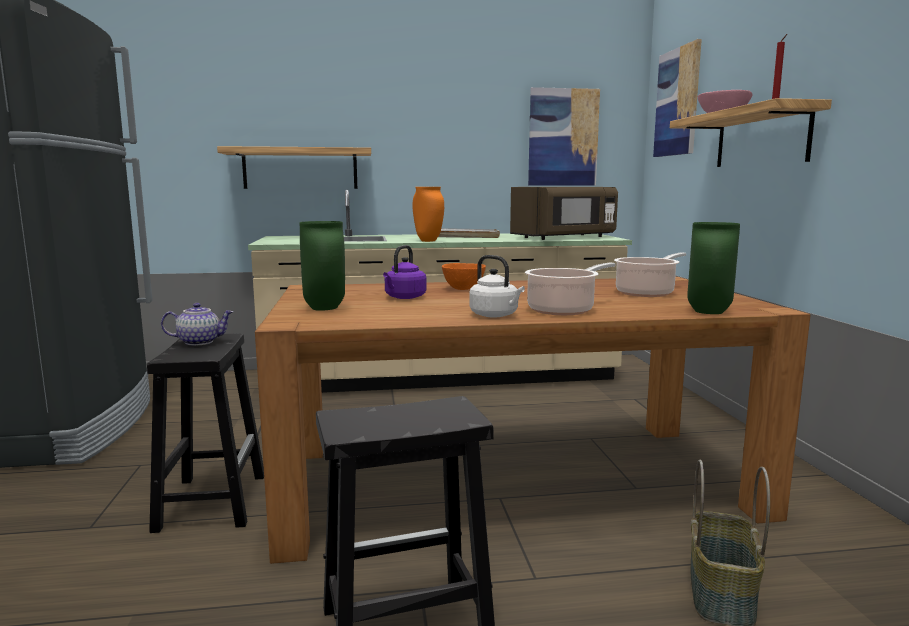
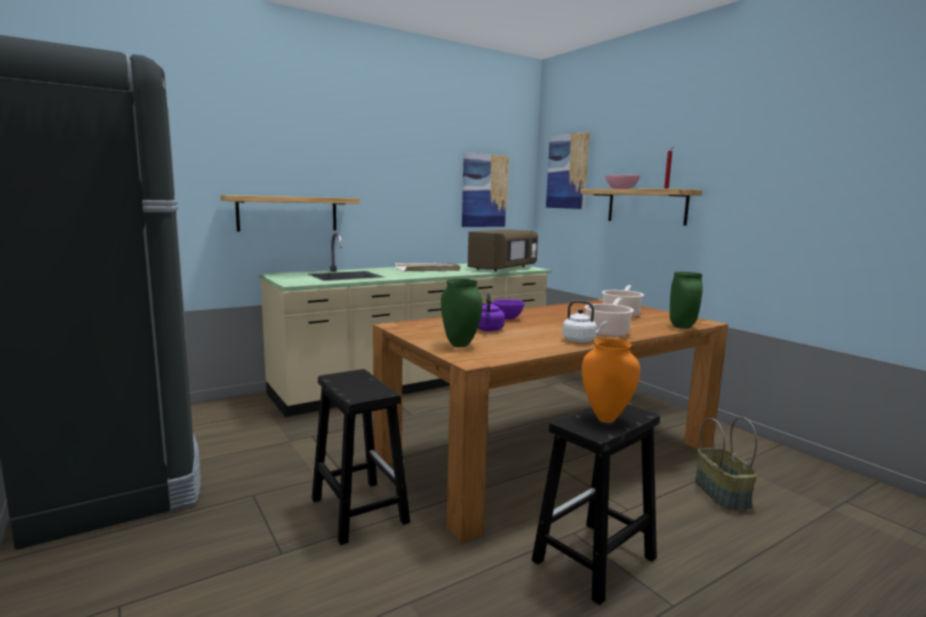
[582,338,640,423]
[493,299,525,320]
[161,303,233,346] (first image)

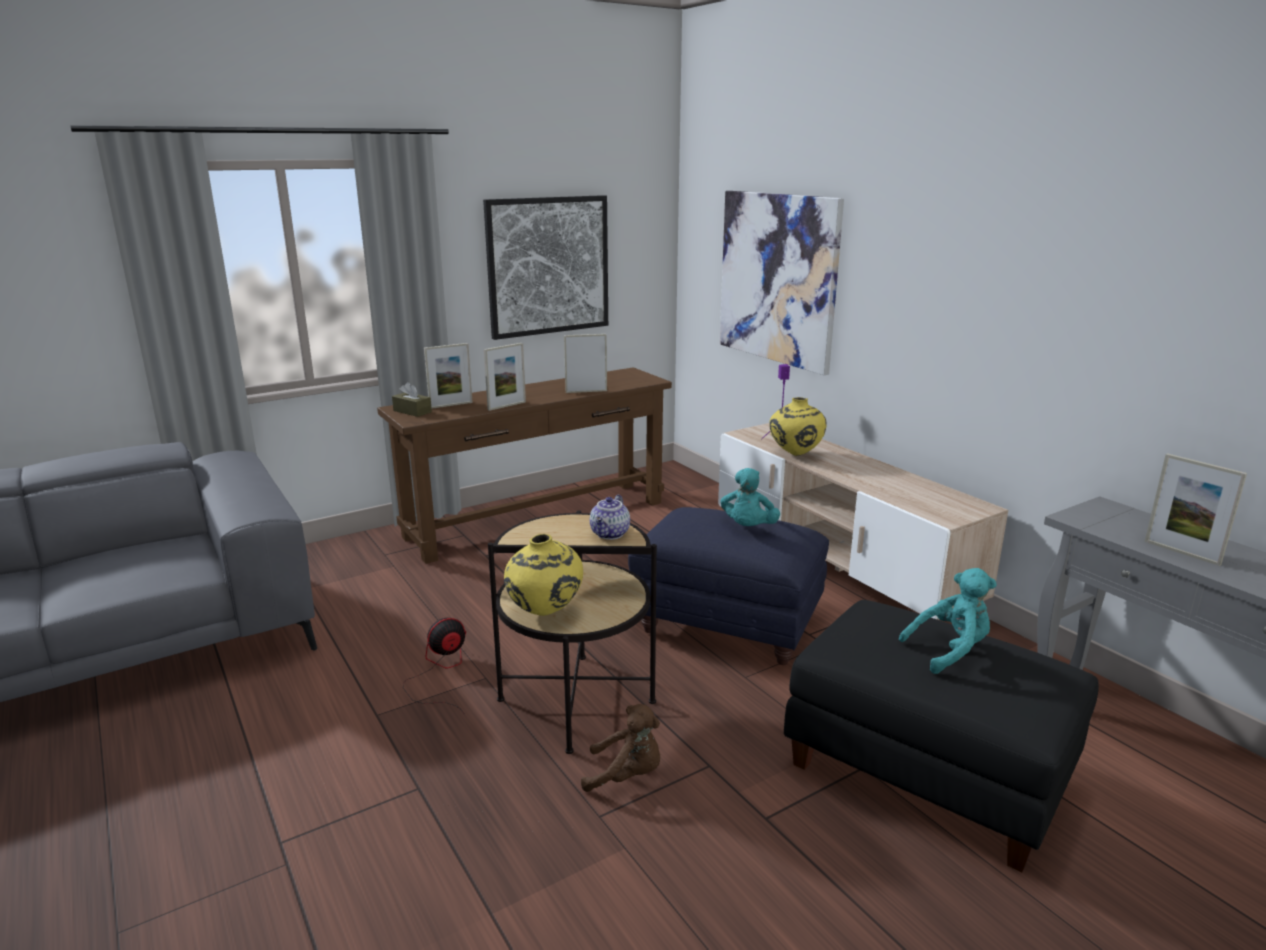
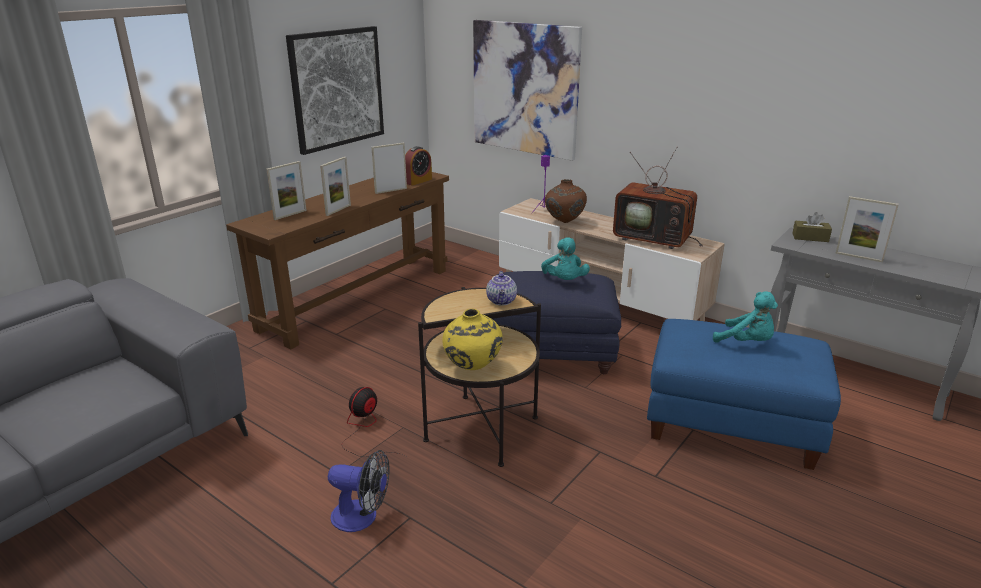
[792,212,832,242]
[545,179,587,223]
[713,291,778,343]
[647,319,841,470]
[581,704,660,792] (first image)
[405,146,432,186]
[613,147,703,249]
[328,450,390,532]

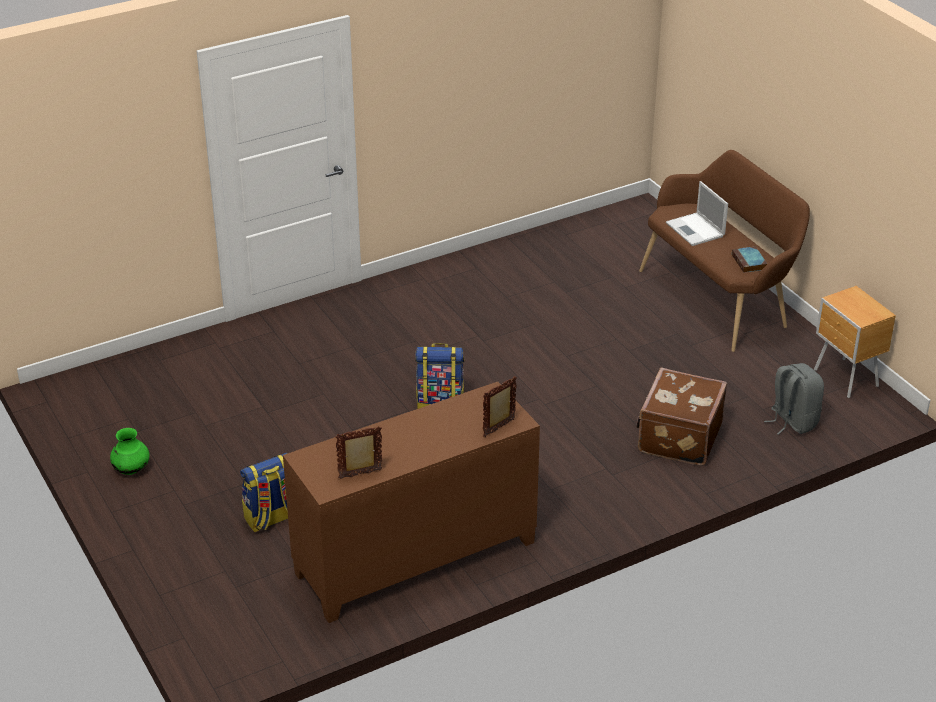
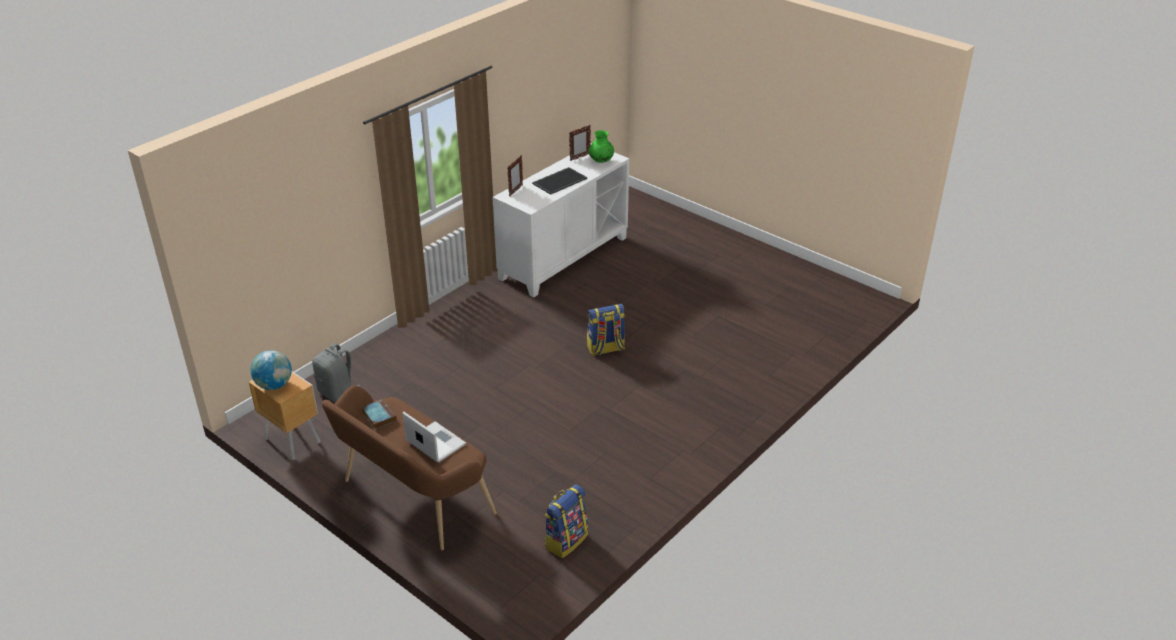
[636,368,727,466] (first image)
[492,143,629,297]
[589,130,614,163]
[544,484,588,558]
[532,167,587,195]
[251,350,292,390]

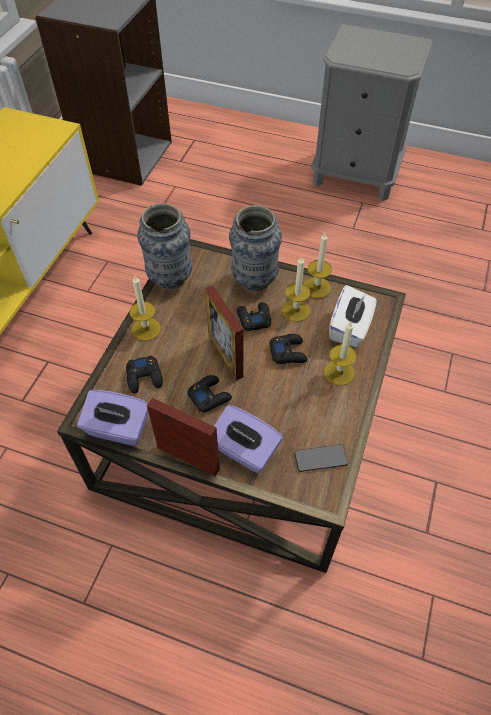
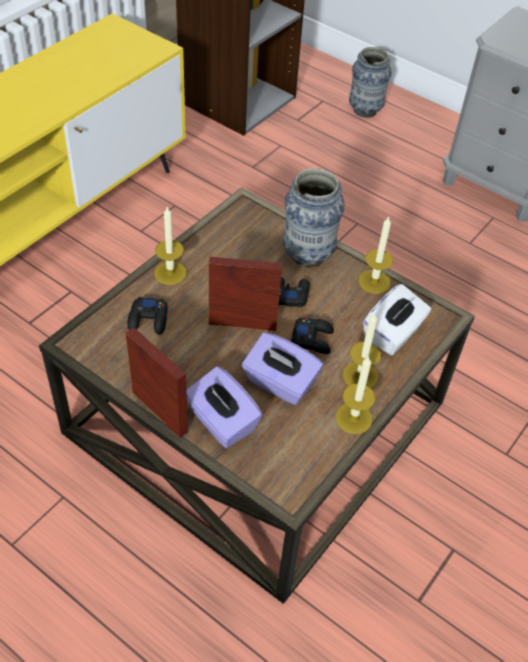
[349,47,391,118]
[335,355,375,434]
[209,257,282,331]
[187,375,232,412] (first image)
[242,332,323,405]
[294,444,348,472] (first image)

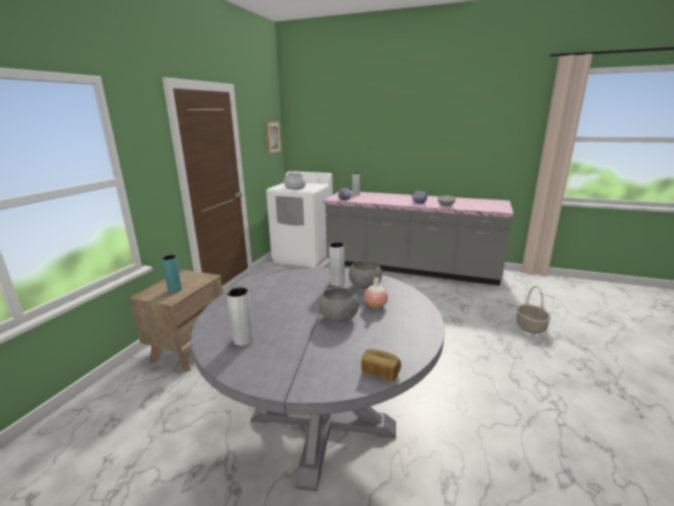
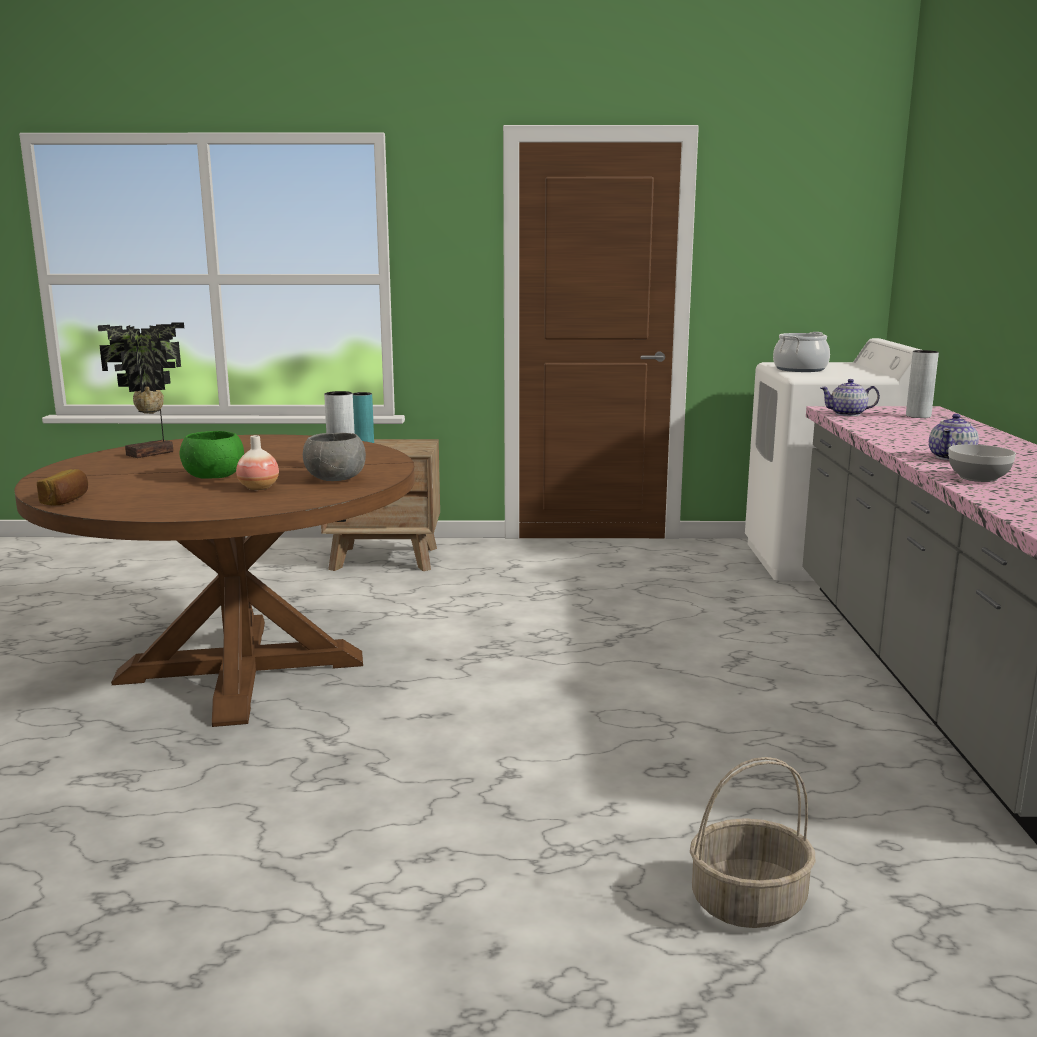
[265,121,281,154] (first image)
[14,434,415,727]
[98,322,184,458]
[179,431,244,479]

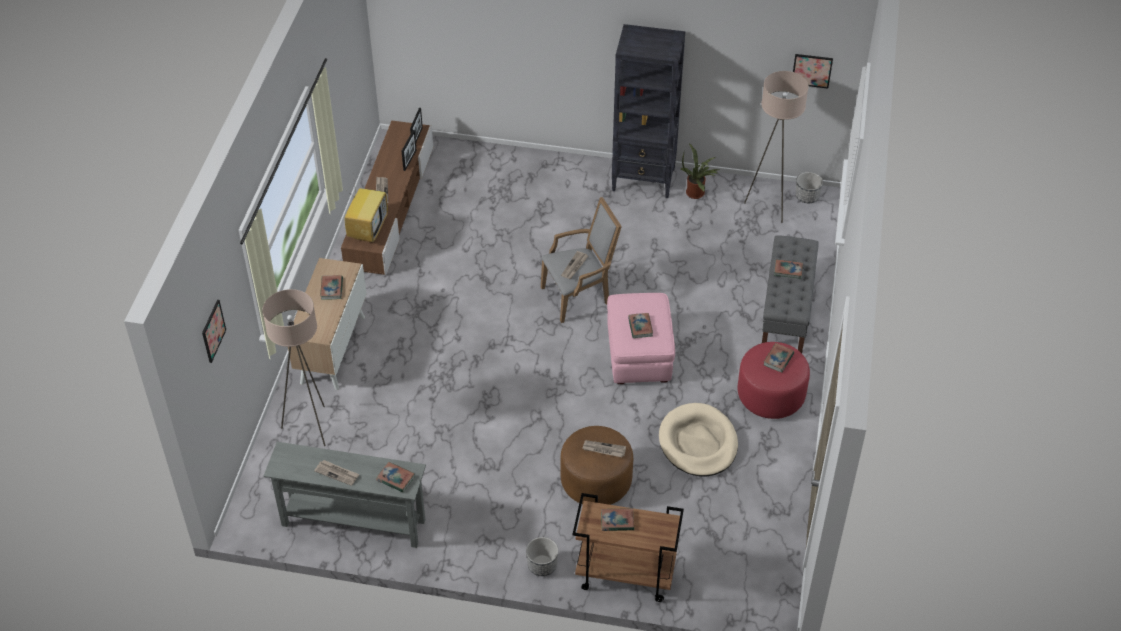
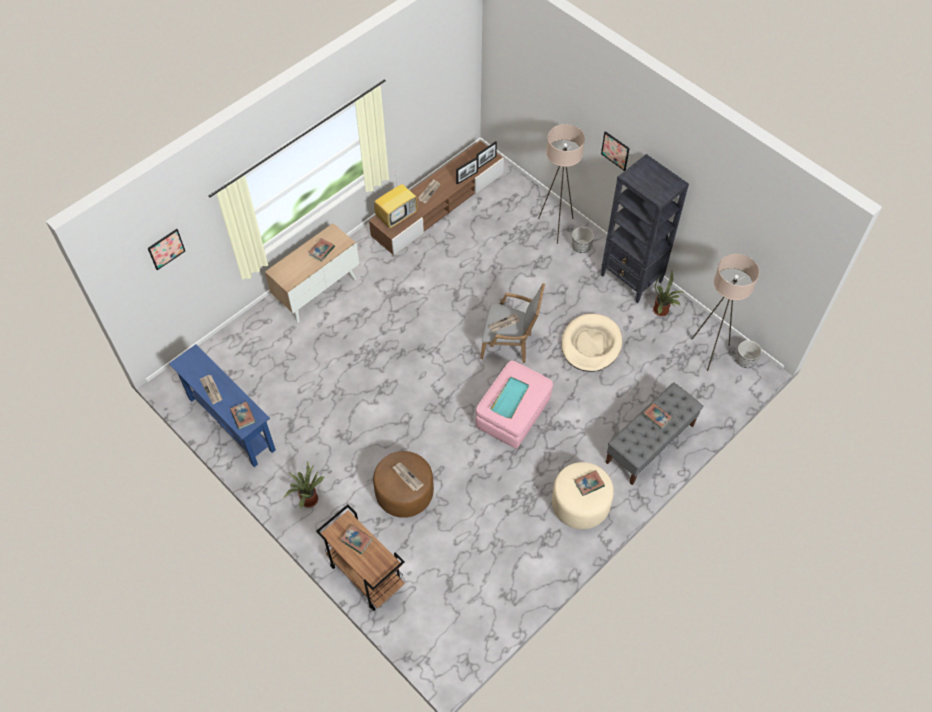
[601,131,630,171]
[538,124,585,244]
[490,377,529,419]
[552,462,614,529]
[561,314,622,372]
[169,344,276,467]
[572,227,594,253]
[283,461,324,508]

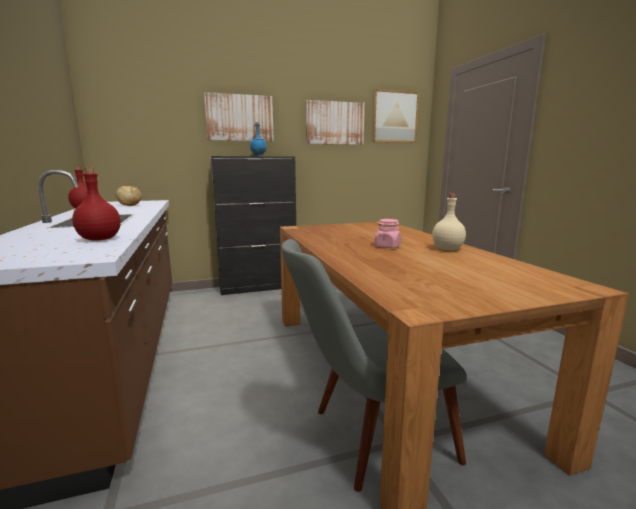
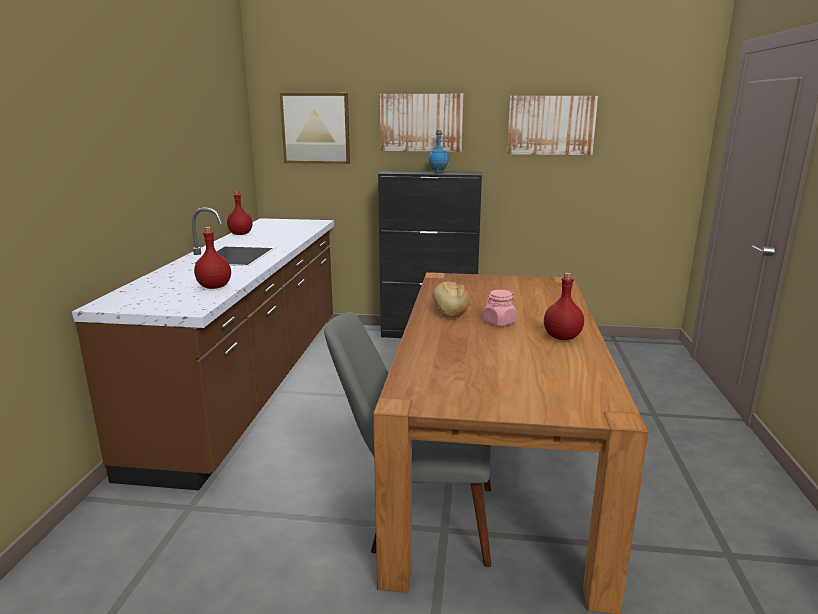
[280,93,350,164]
[432,282,470,318]
[544,273,584,340]

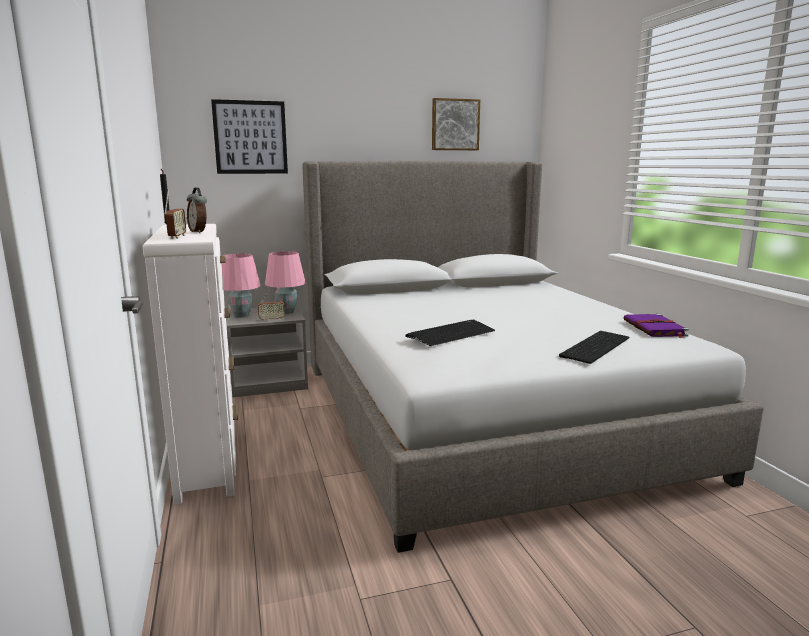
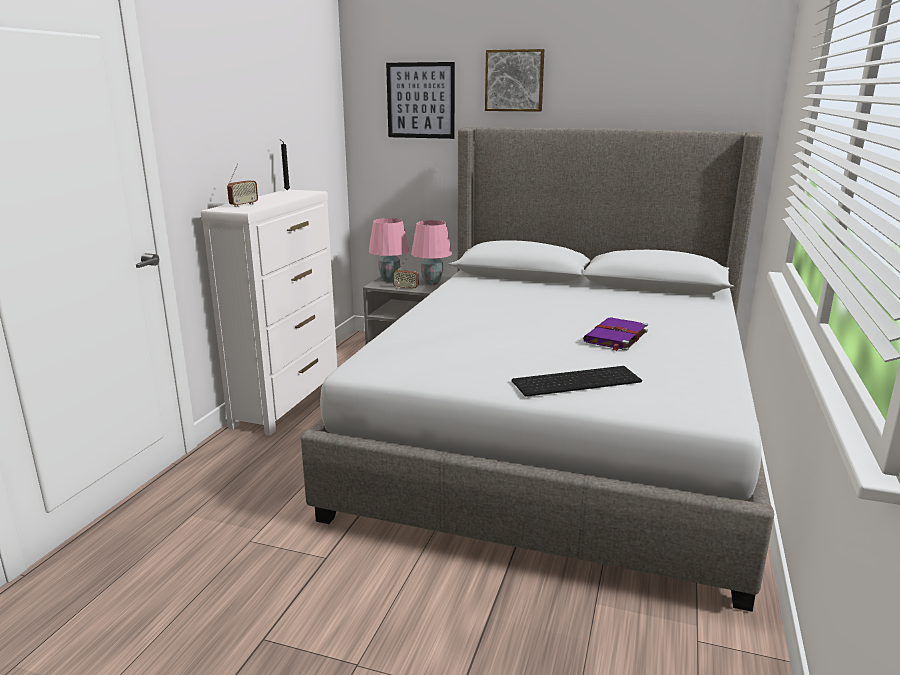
[485,49,544,112]
[187,187,207,233] (first image)
[583,317,648,351]
[405,320,495,346] (first image)

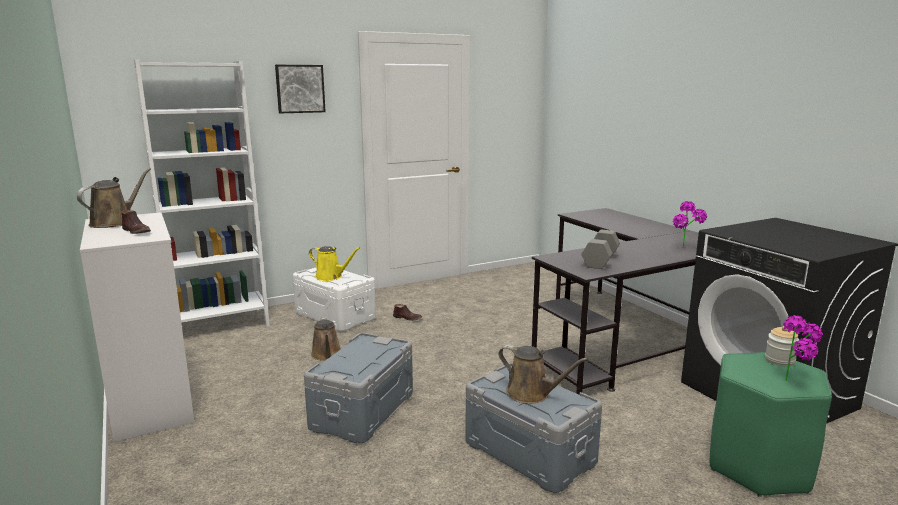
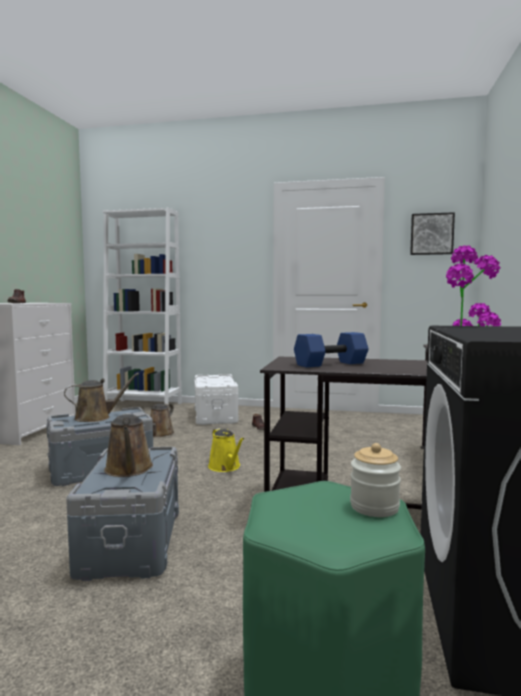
[410,212,455,255]
[64,373,139,422]
[294,332,369,367]
[208,428,244,472]
[446,245,500,326]

